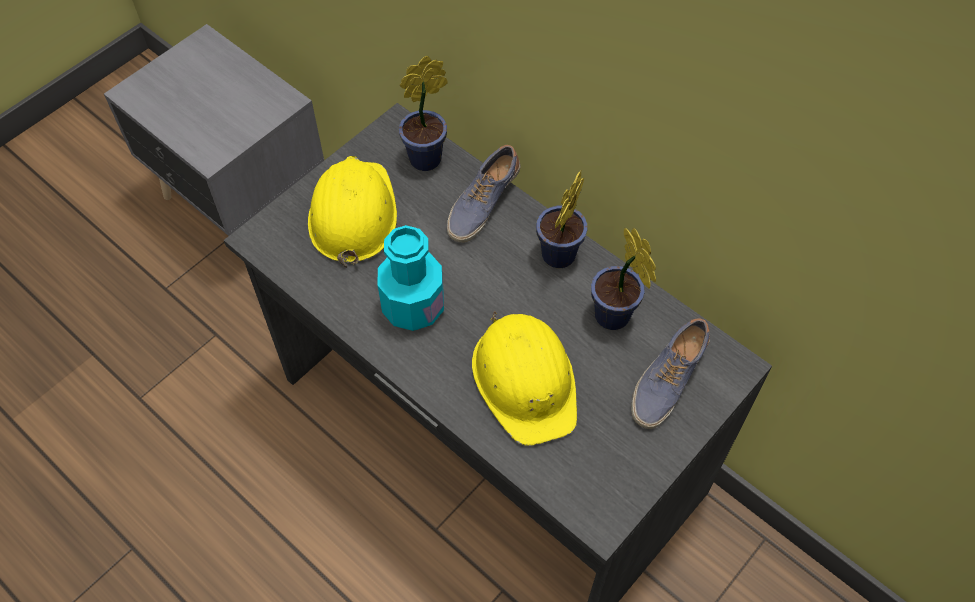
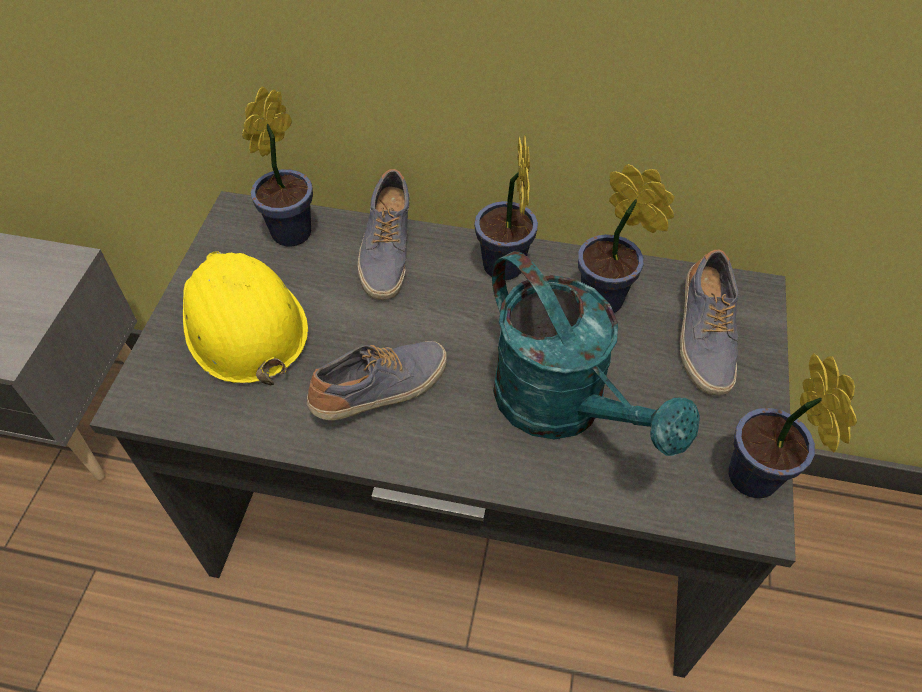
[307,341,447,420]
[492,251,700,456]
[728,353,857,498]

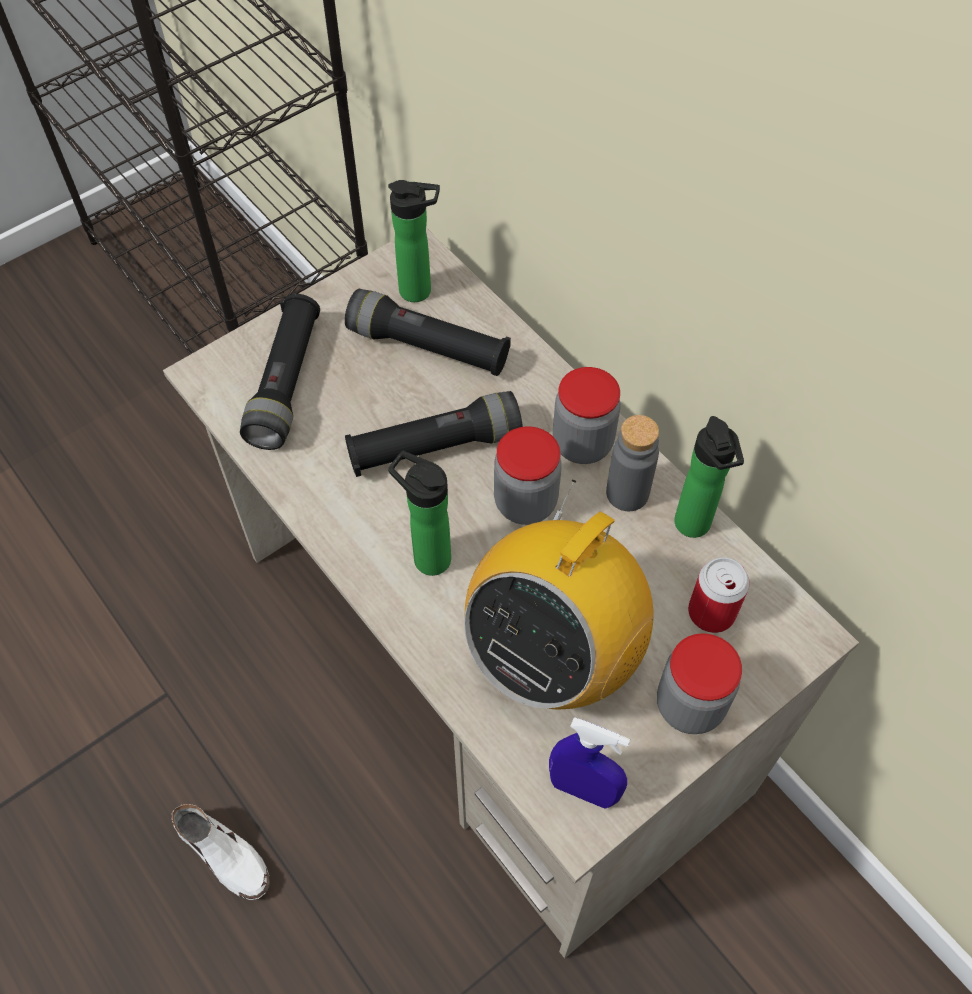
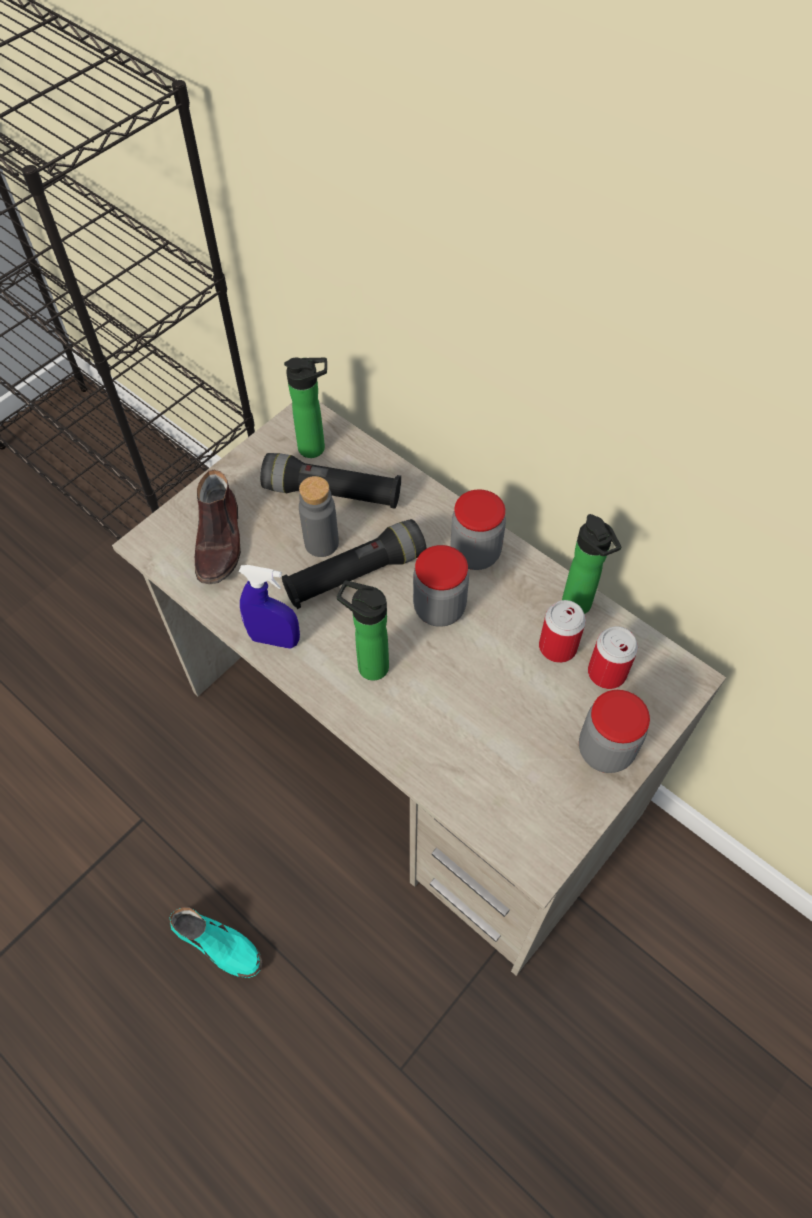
[195,470,241,584]
[299,476,339,557]
[464,480,654,709] (first image)
[239,565,300,648]
[170,908,263,978]
[539,600,586,663]

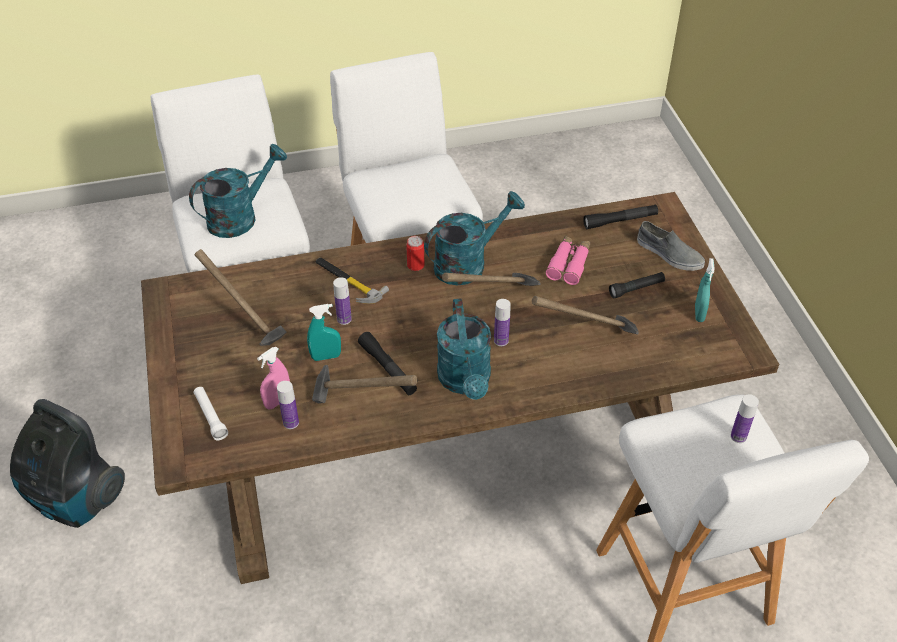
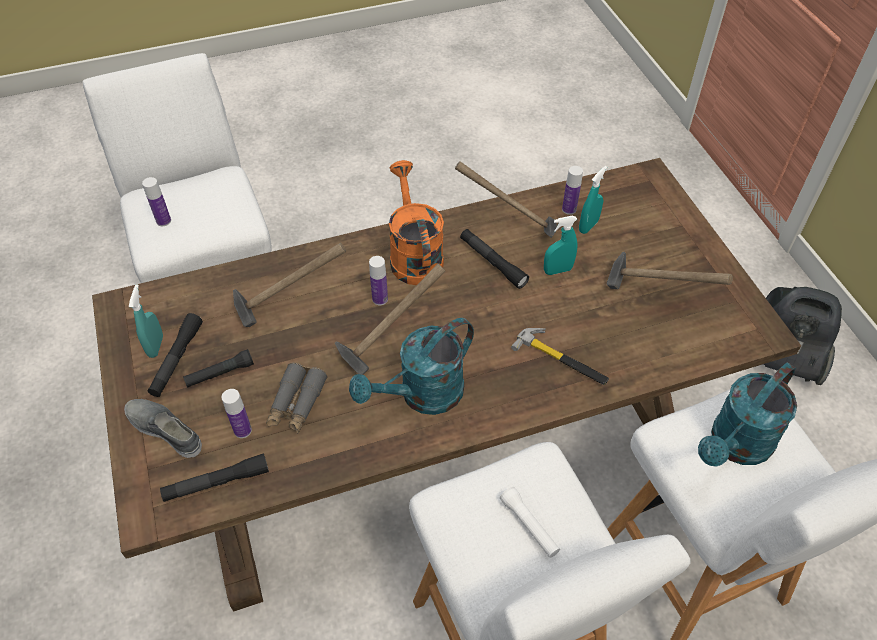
[406,236,425,271] (first image)
[266,363,328,433]
[221,389,252,438]
[389,160,444,285]
[579,166,607,234]
[500,487,560,558]
[147,313,203,397]

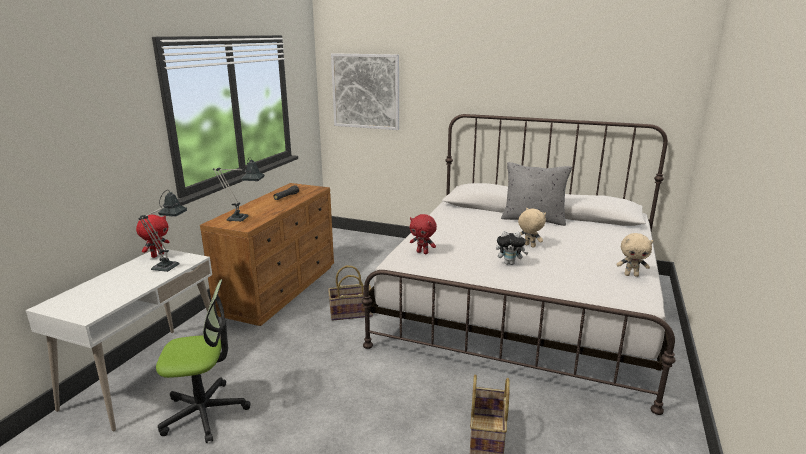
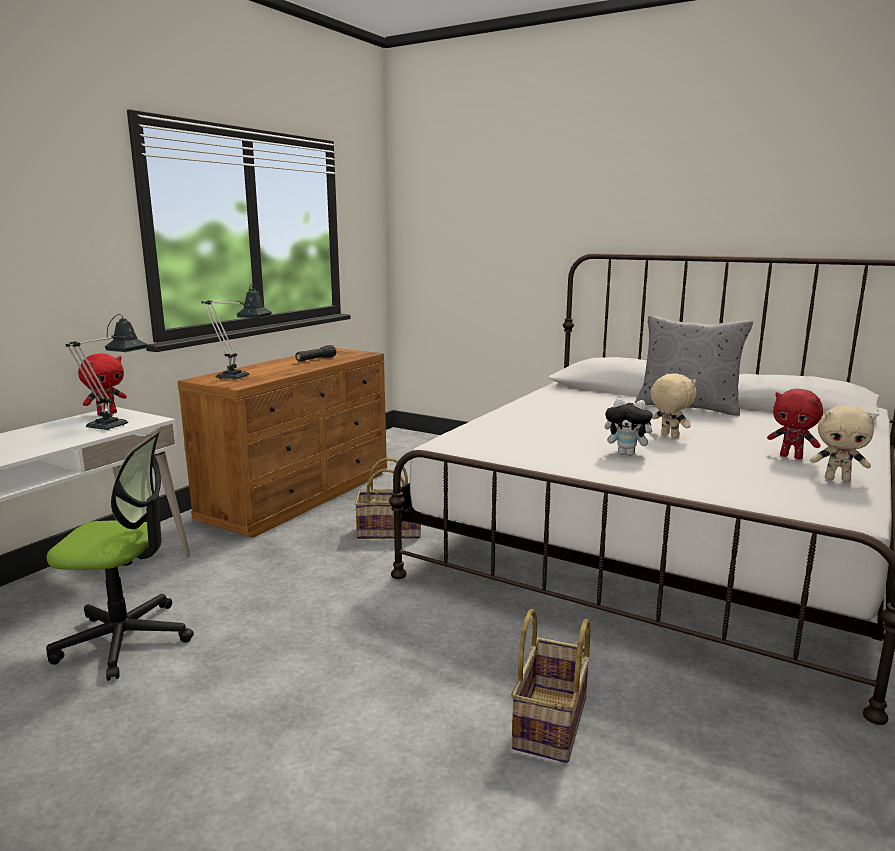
[331,53,399,130] (first image)
[767,389,823,459]

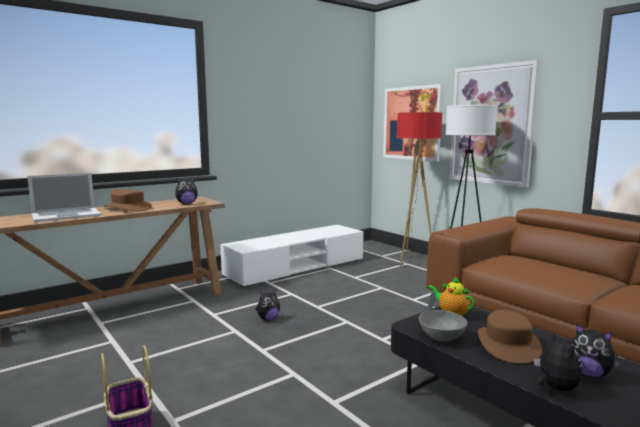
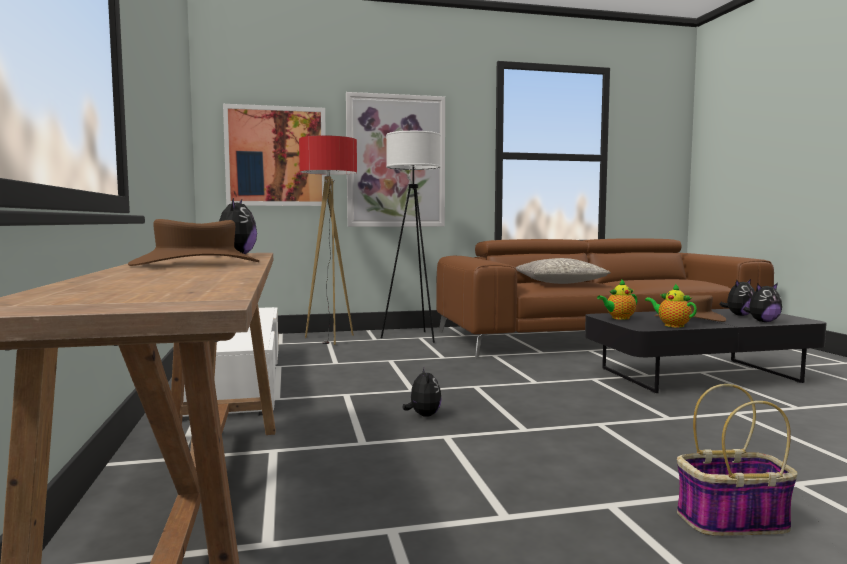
[27,173,101,222] (first image)
[645,284,697,328]
[743,283,782,322]
[515,258,611,284]

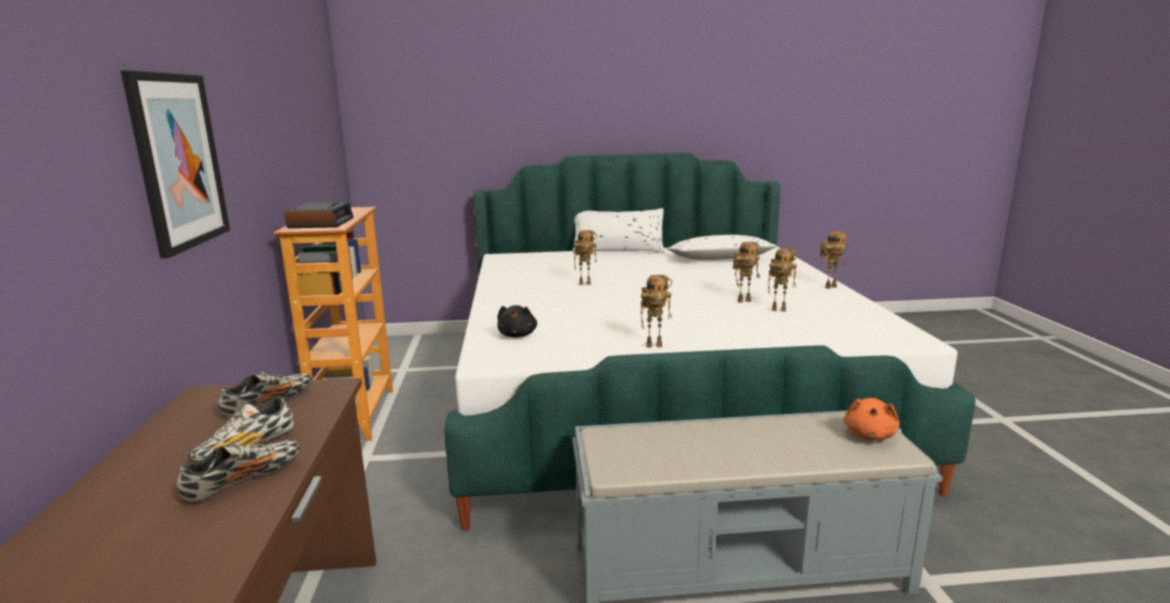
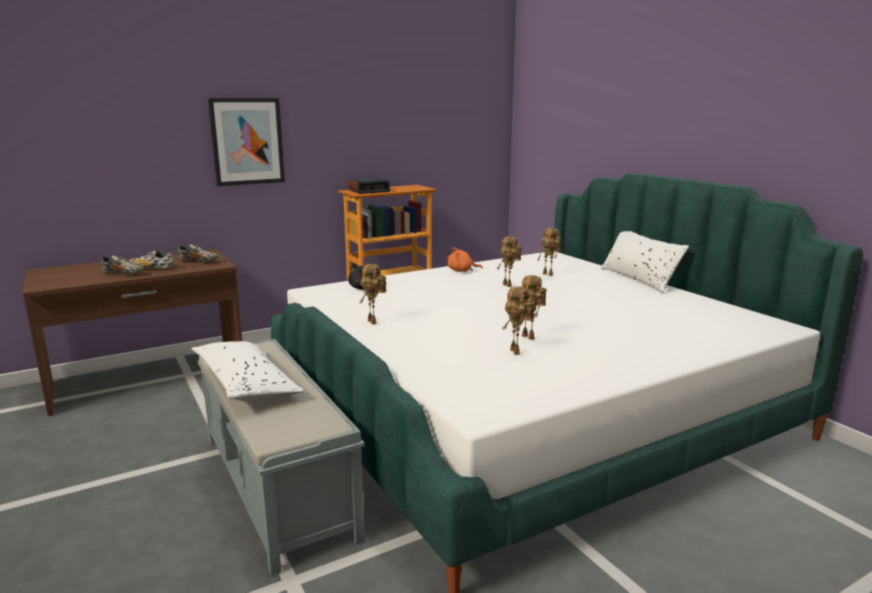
[538,228,561,276]
[191,341,304,402]
[447,247,483,272]

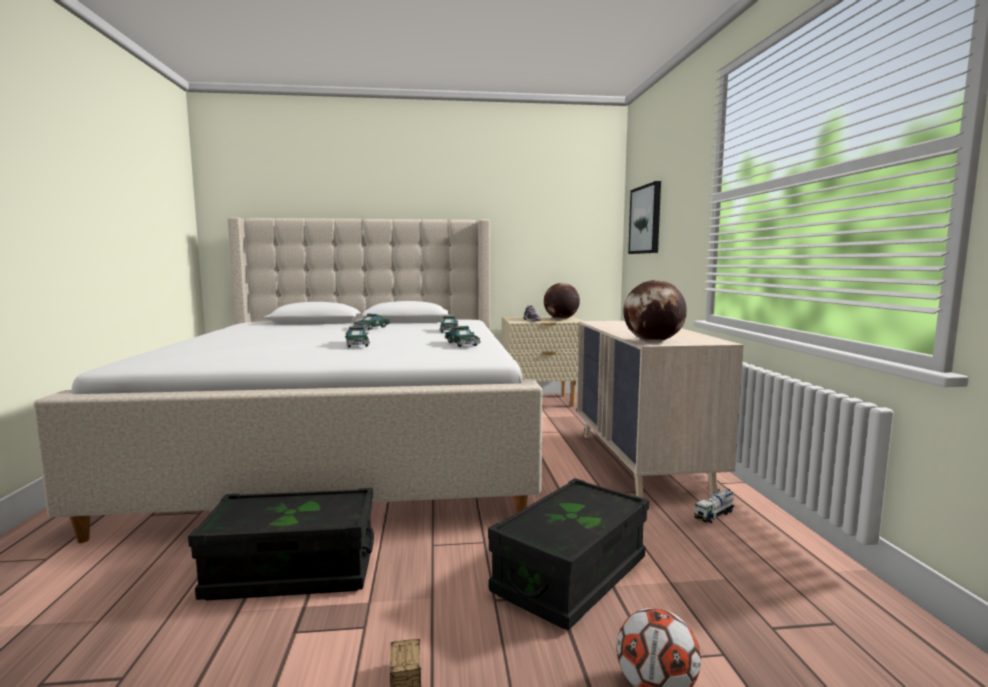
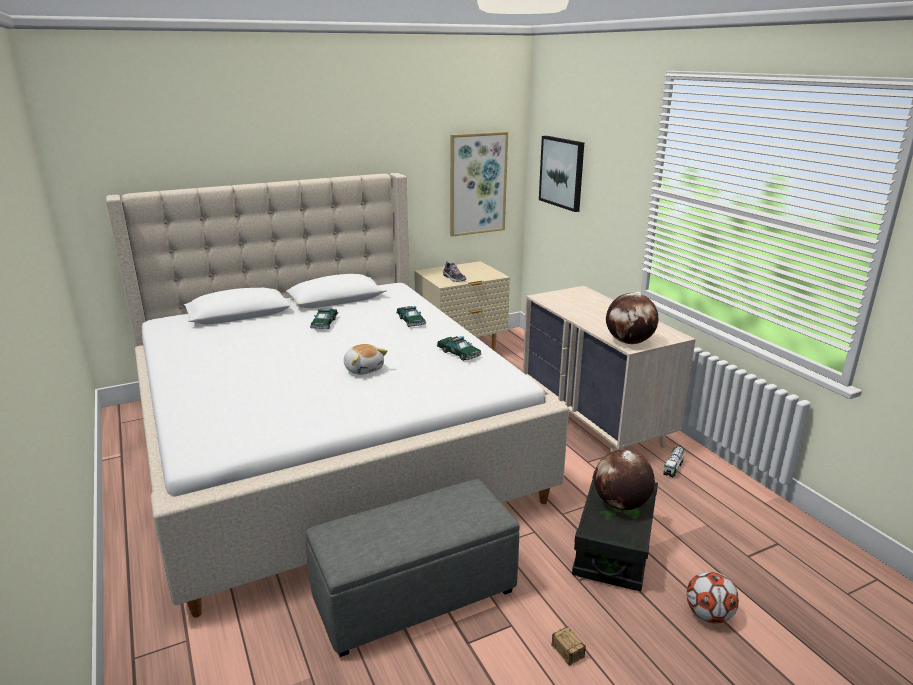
[594,450,655,510]
[344,344,387,375]
[306,479,520,657]
[450,132,508,237]

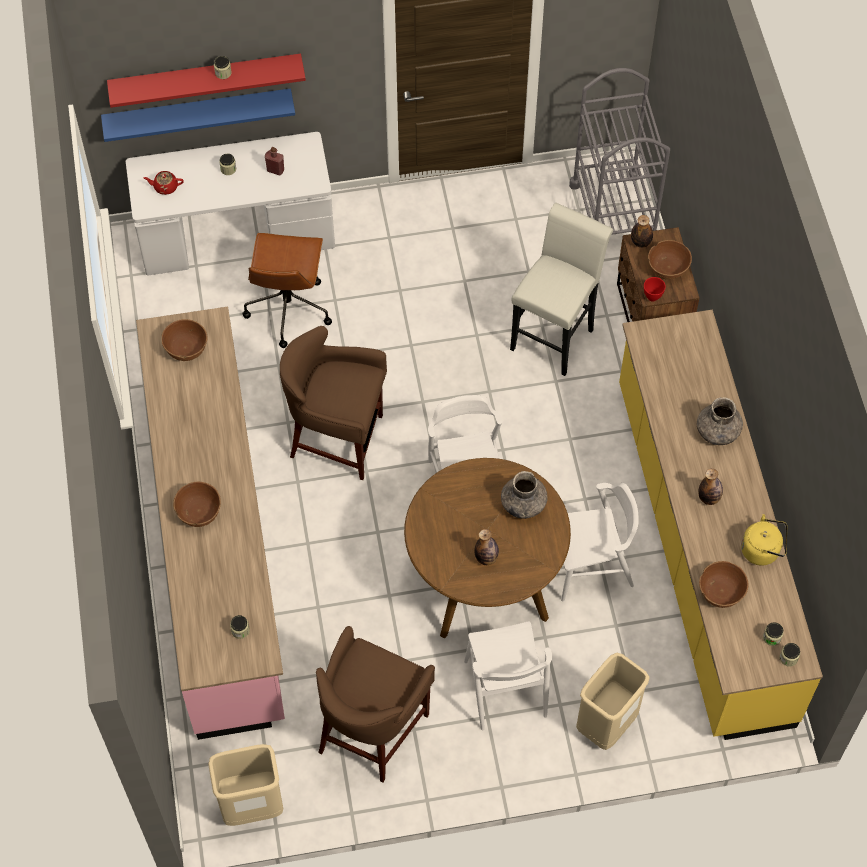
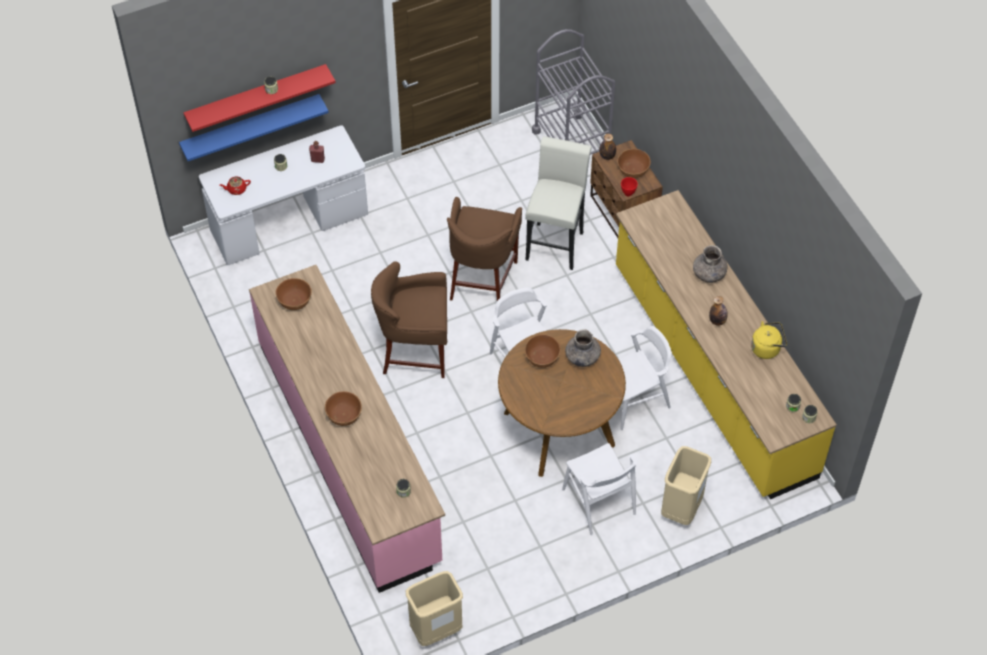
[242,233,332,348] (first image)
[474,529,499,565] (first image)
[525,334,561,368]
[447,197,522,301]

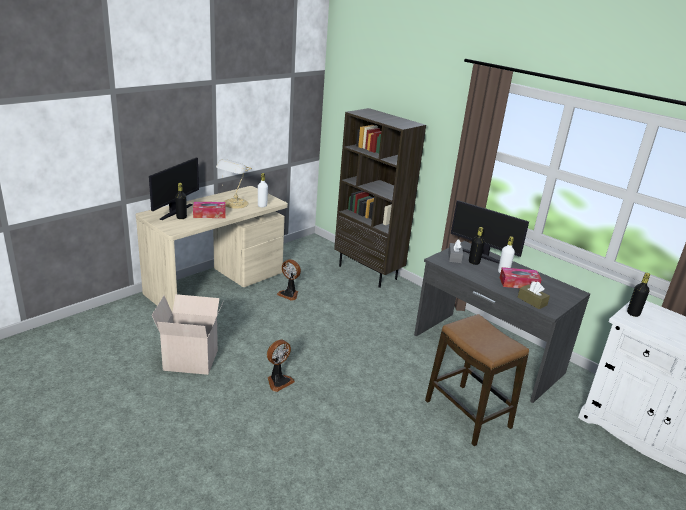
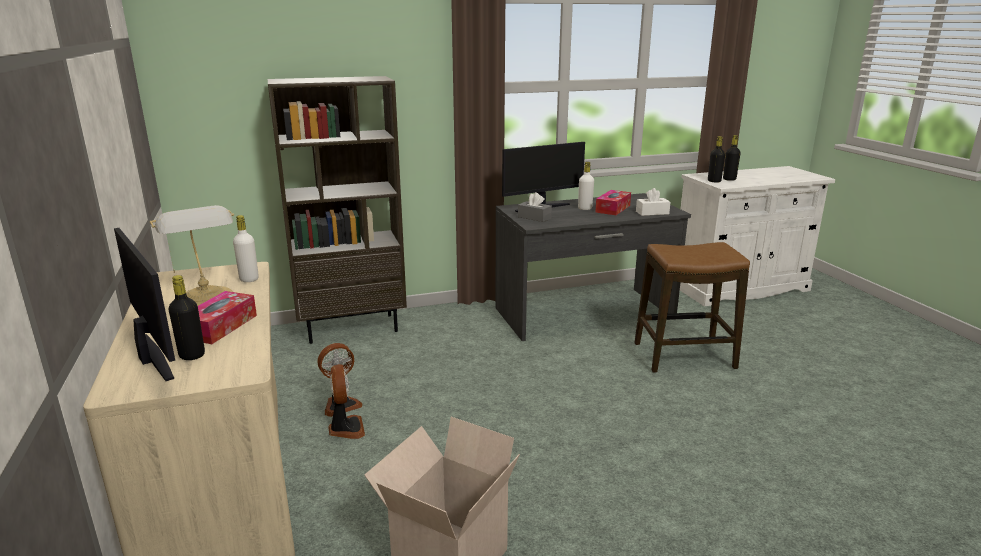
[723,135,741,181]
[636,188,671,216]
[328,364,365,439]

